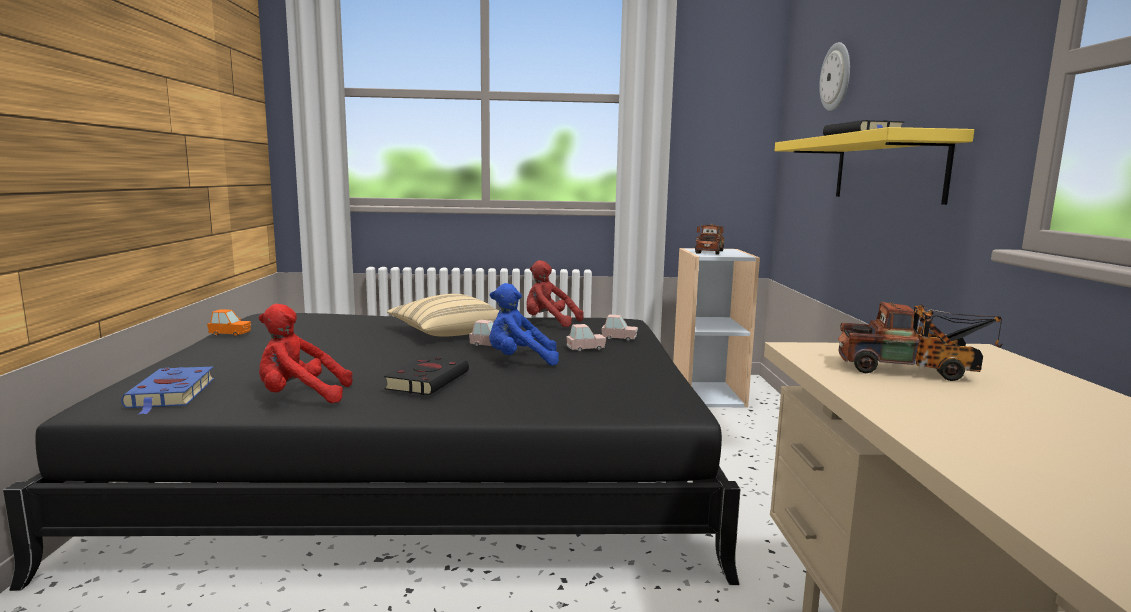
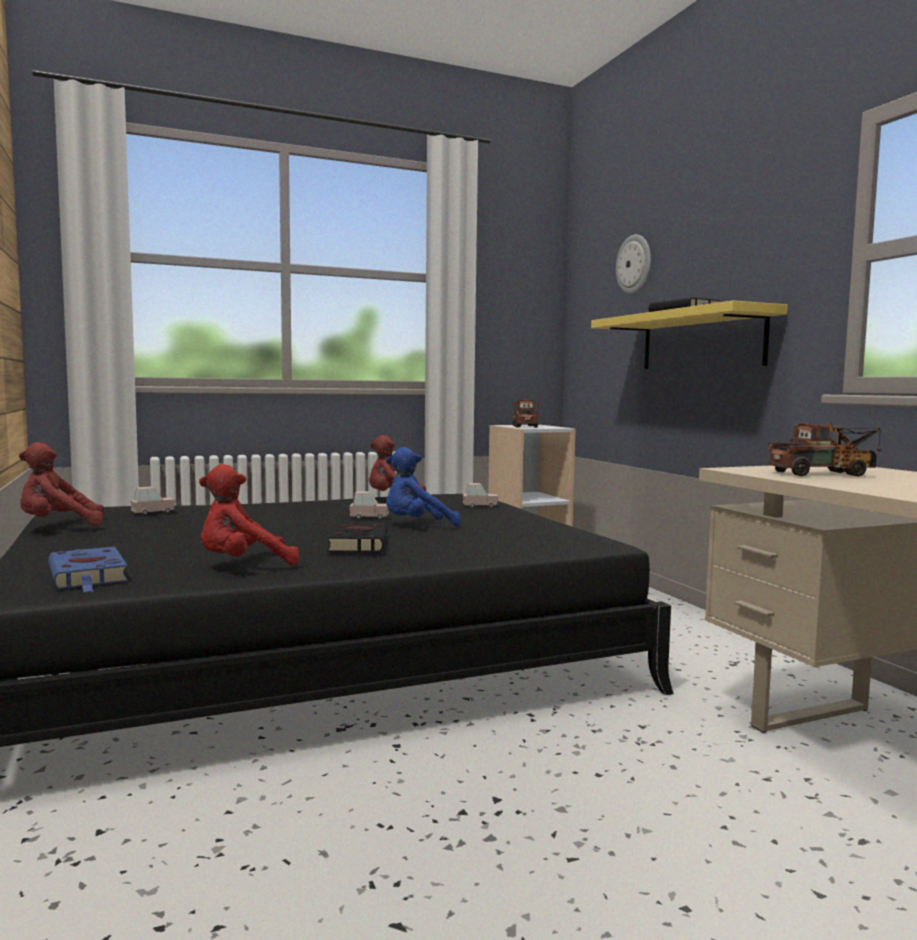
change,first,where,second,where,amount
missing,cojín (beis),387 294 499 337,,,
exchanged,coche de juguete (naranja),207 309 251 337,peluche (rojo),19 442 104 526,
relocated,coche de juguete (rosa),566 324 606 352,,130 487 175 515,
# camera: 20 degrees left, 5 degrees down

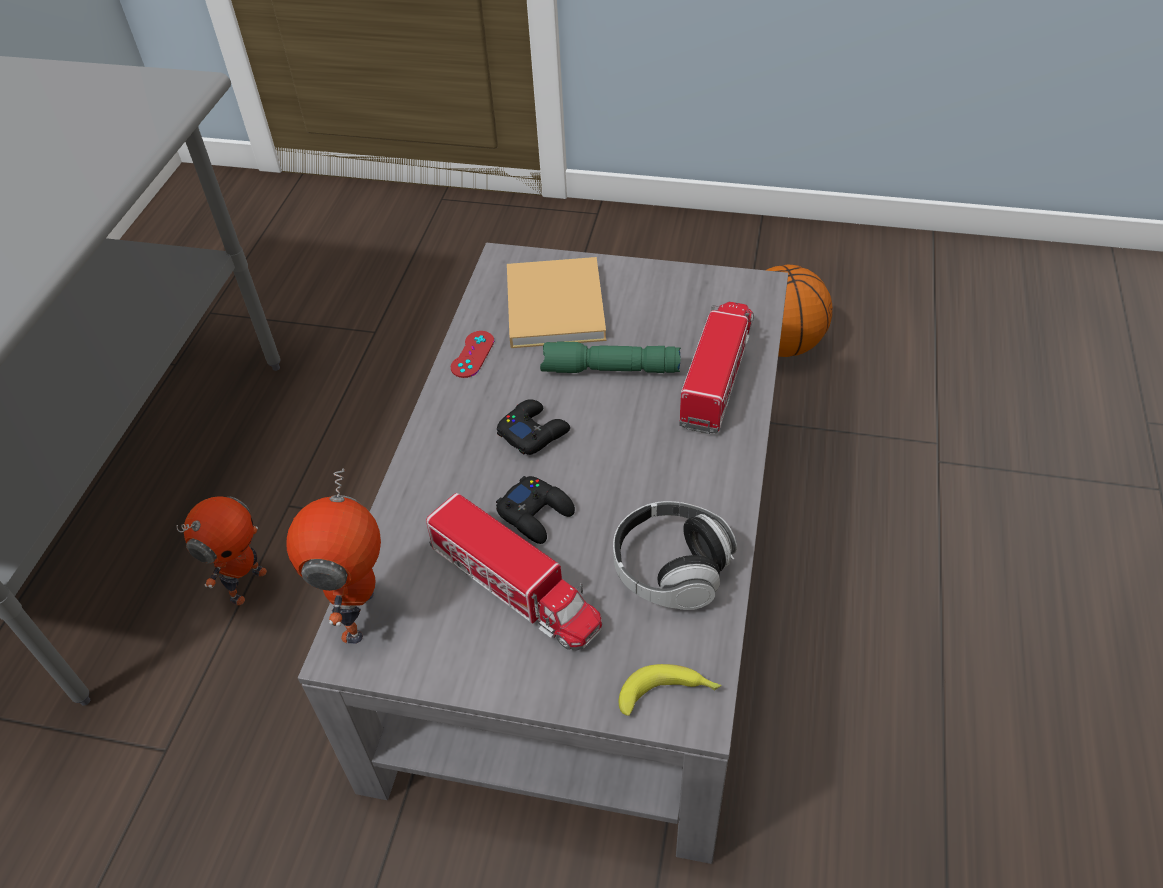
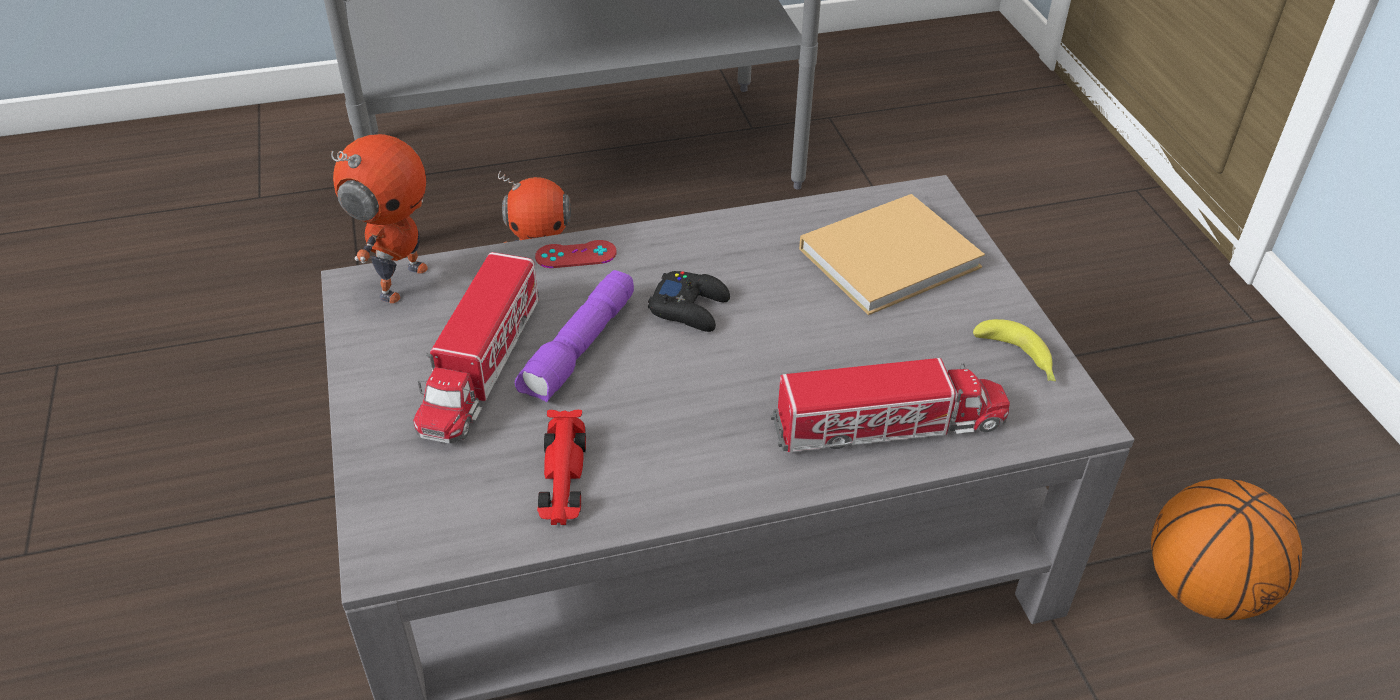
change,first,where,second,where,amount
relocated,mando de consola (rojo),451 331 494 378,,535 240 617 268,
missing,linterna (verde),540 341 681 373,,,
spun,robot de juguete,286 469 381 644,,331 134 428 303,135 degrees clockwise
exchanged,mando de consola (negro),496 476 575 544,linterna (morado),515 270 634 403,
exchanged,auriculares,613 501 737 610,coche de juguete (rojo),537 410 586 525,
relocated,plátano,619 664 722 716,,973 319 1056 381,
# camera: 60 degrees right, 5 degrees down

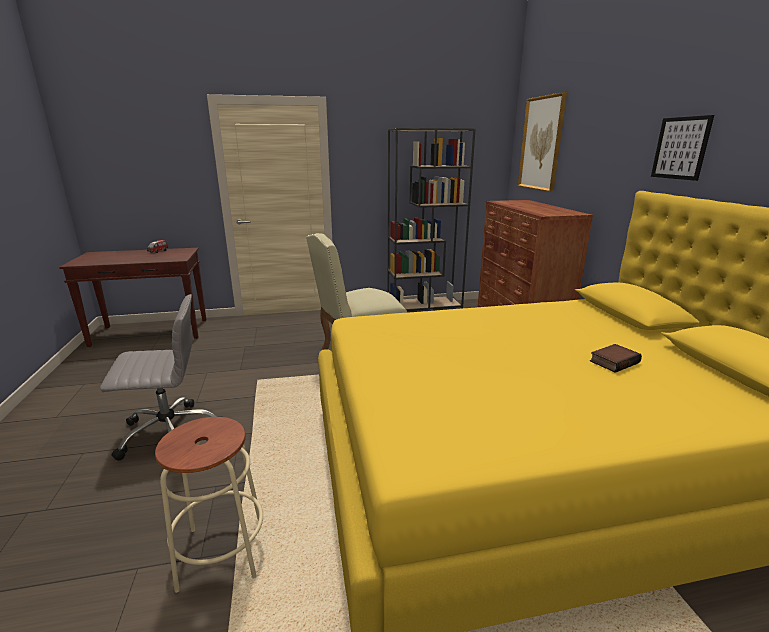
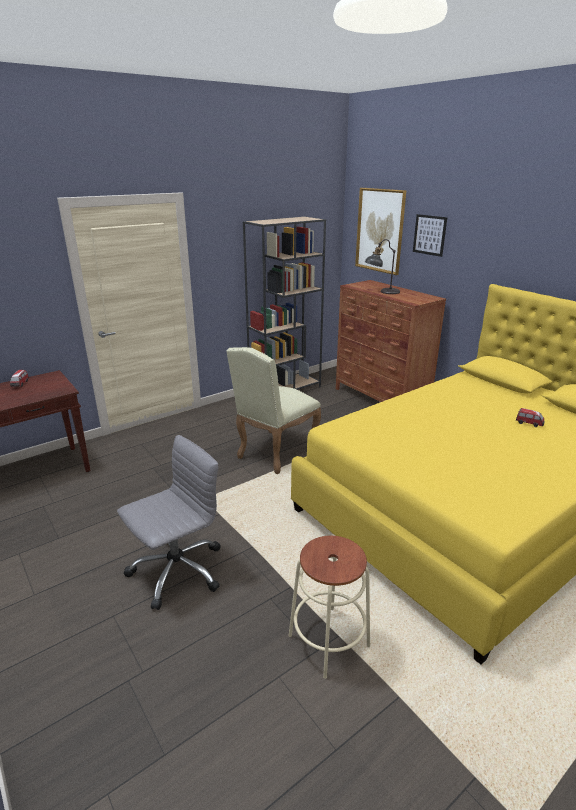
change,first,where,second,where,amount
relocated,cuadro,651 115 714 181,,413 214 447 257,
exchanged,libro,590 344 642 373,coche de juguete,516 408 545 427,
appeared,,,lámpara de mesa (gris),365 239 400 294,
# camera: 25 degrees left, 5 degrees up

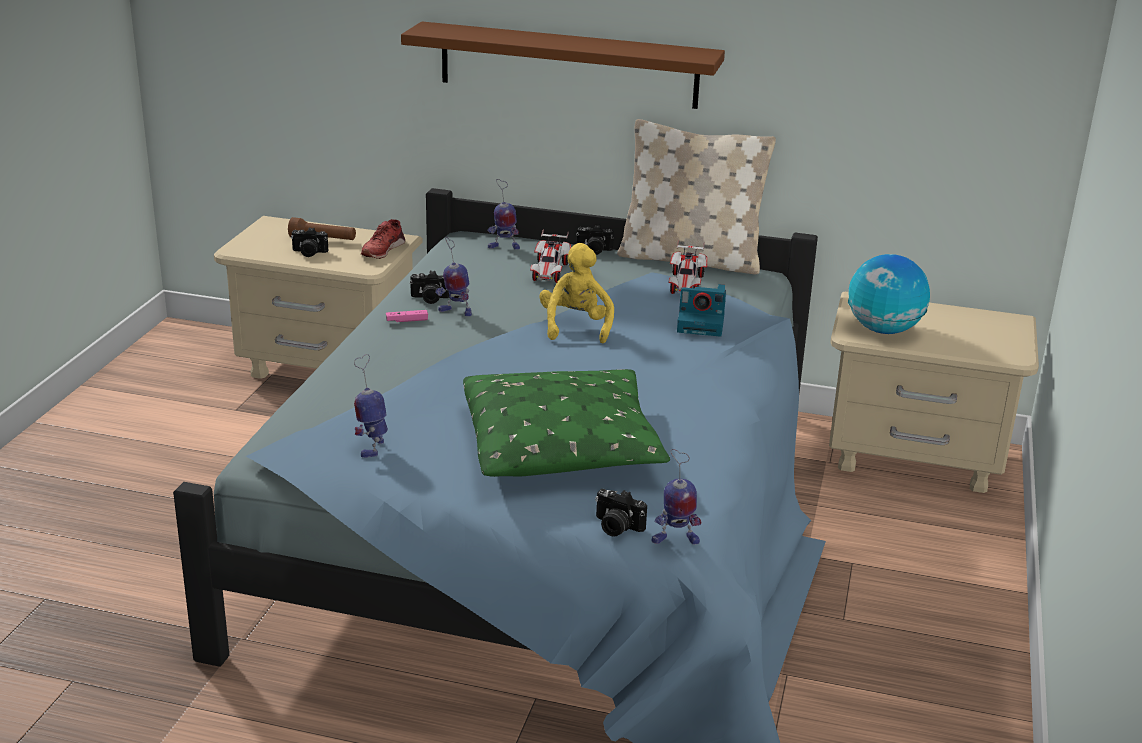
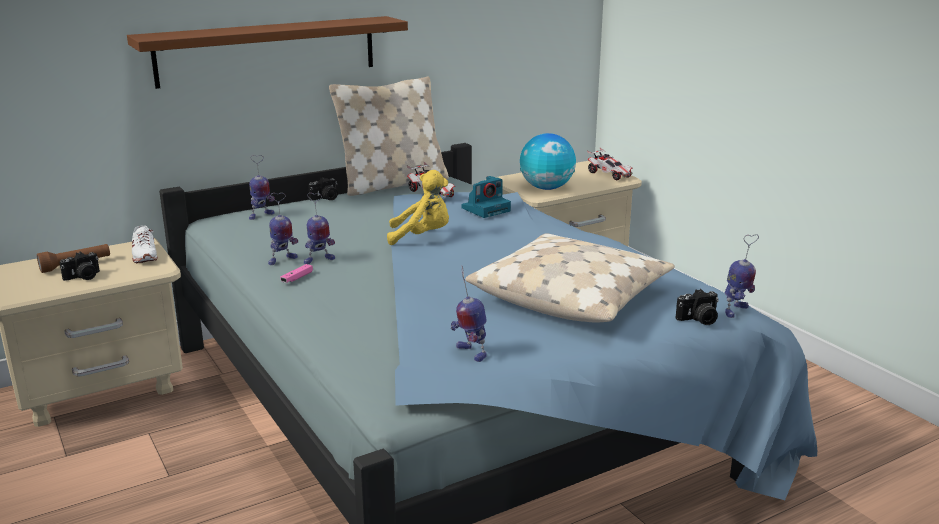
change,first,where,second,where,amount
colour,zapato (rojo),361 219 405 259,zapato (blanco),132 225 158 264,
relocated,coche de juguete,530 229 571 283,,587 147 633 180,
spun,peluche (amarillo),539 243 614 344,,387 170 449 245,135 degrees clockwise
exchanged,cámara,410 270 449 304,robot de juguete,268 193 298 265,
colour,cojín (verde),463 369 670 477,cojín (beis),465 233 675 322,
# camera: 45 degrees left, 5 degrees down

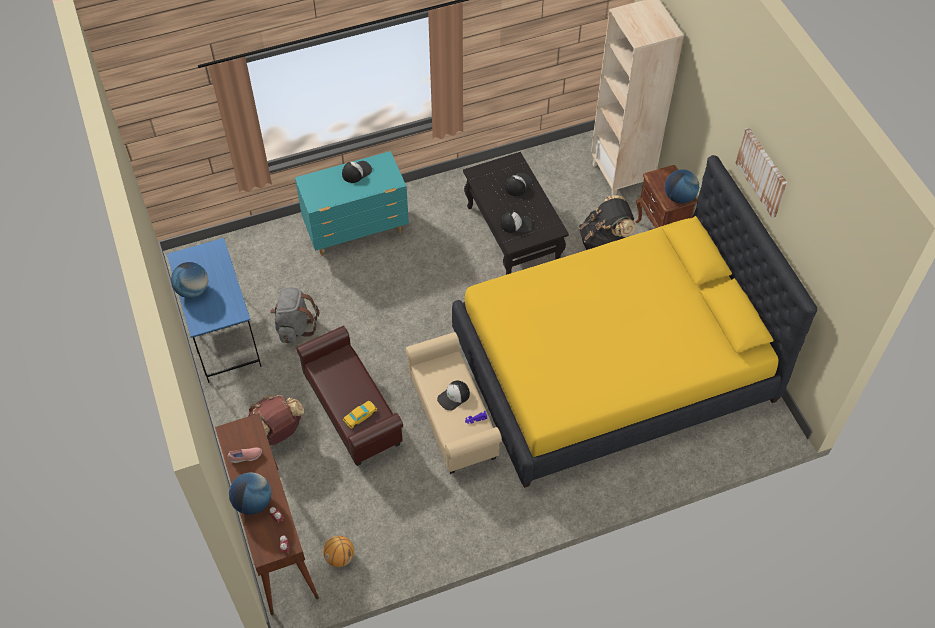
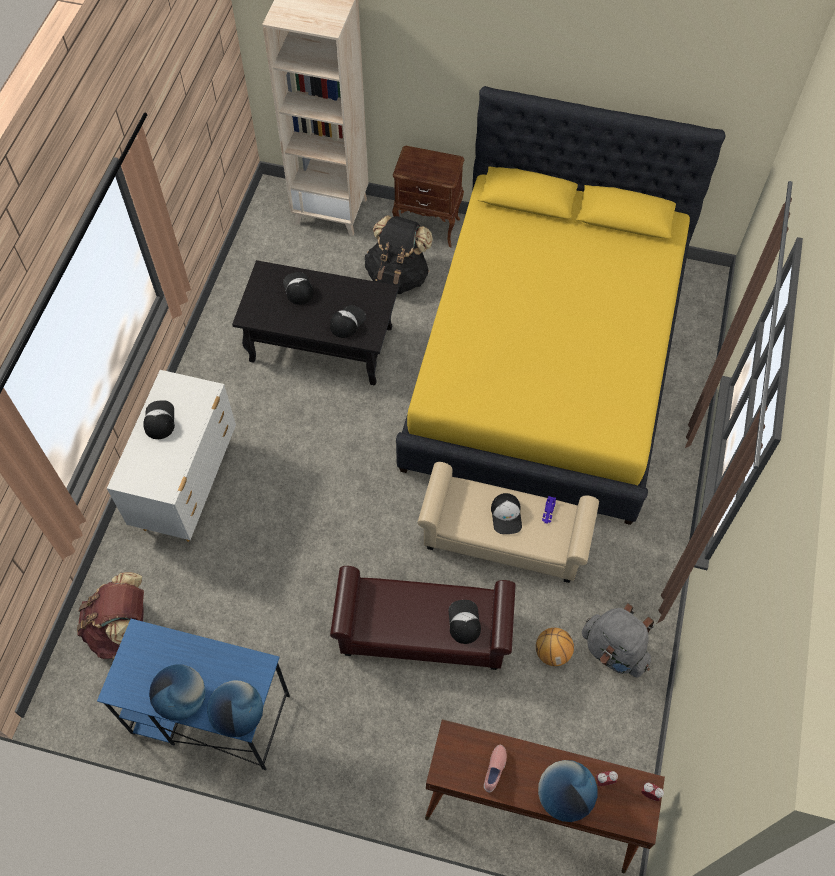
change,first,where,second,where,amount
missing,cuadro,735 128 787 218,,,
colour,cómoda (turquesa),295 151 409 256,cómoda (blanco),107 370 236 542,
relocated,globo terráqueo,665 169 699 204,,207 681 263 737,
relocated,mochila (gris),270 287 319 343,,582 603 654 677,
relocated,mochila (marrón),248 395 304 445,,77 572 144 659,
exchanged,coche de juguete (amarillo),343 401 377 429,gorra,449 600 481 644,
relocated,balón de baloncesto,323 536 354 567,,536 628 574 666,
# camera: 55 degrees left, 5 degrees up

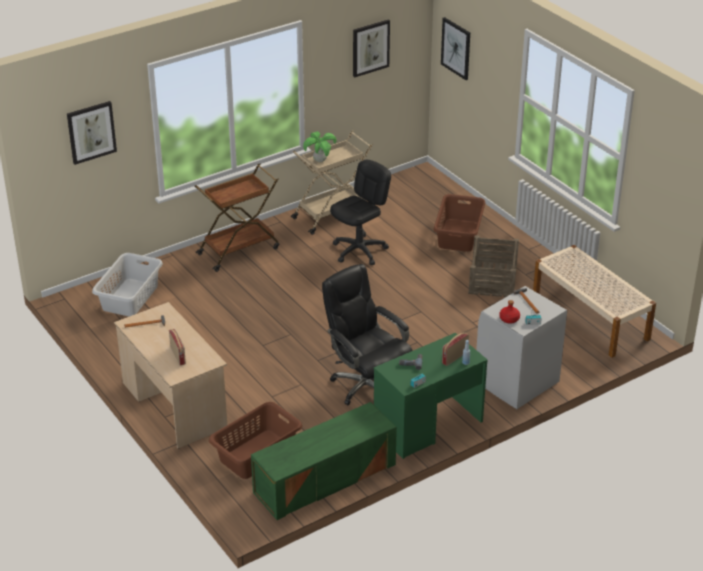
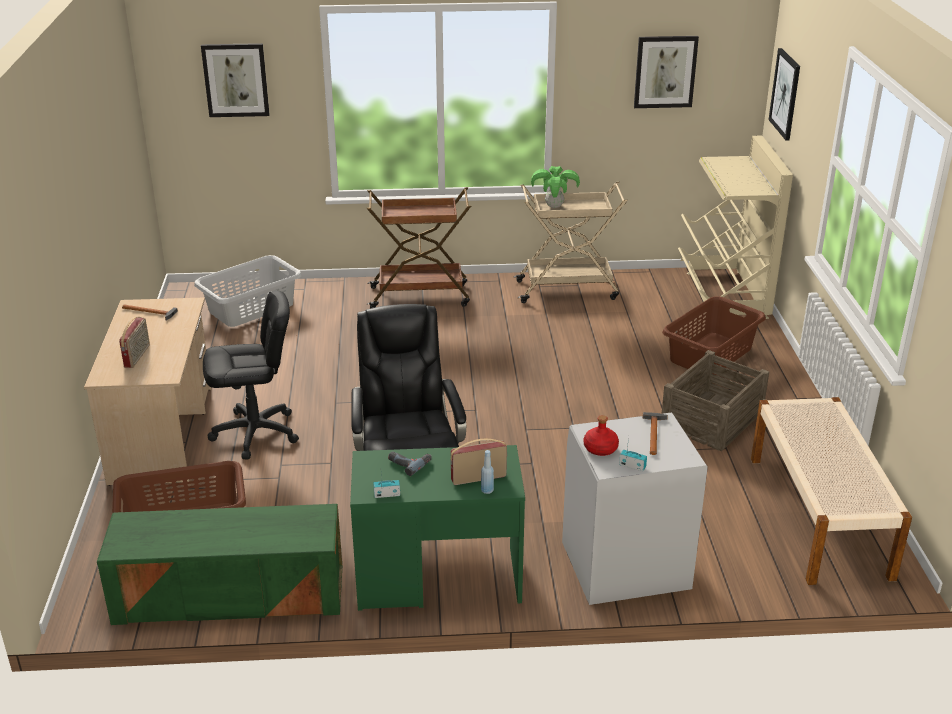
change,first,where,second,where,amount
relocated,silla de oficina (negro),330 160 391 265,,203 291 299 459,
appeared,,,zapatero (beis),678 136 793 319,
# camera: 30 degrees right, 5 degrees down

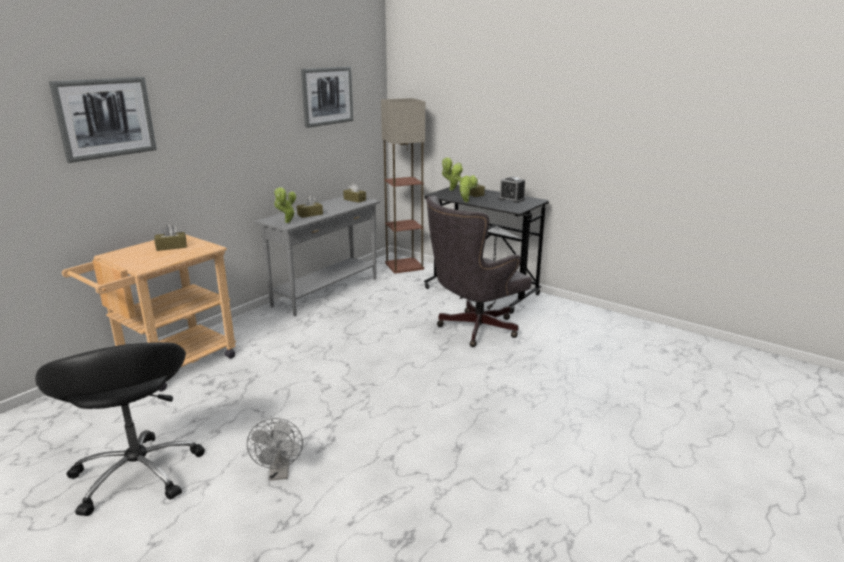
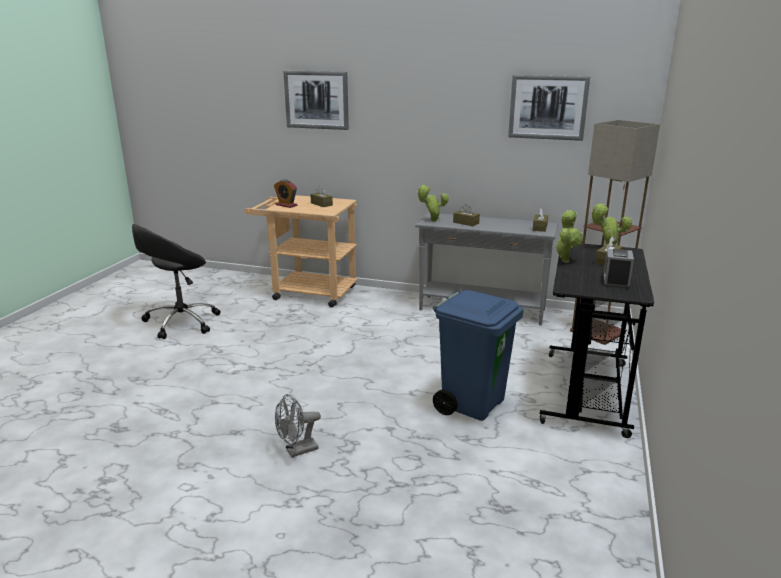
change,first,where,second,where,amount
exchanged,silla de oficina (gris),426 196 532 347,papelera (azul),433 290 523 421,
relocated,ventilador (gris),247 418 303 481,,275 394 321 458,
appeared,,,despertador,274 179 297 208,
# camera: 70 degrees right, 0 degrees up

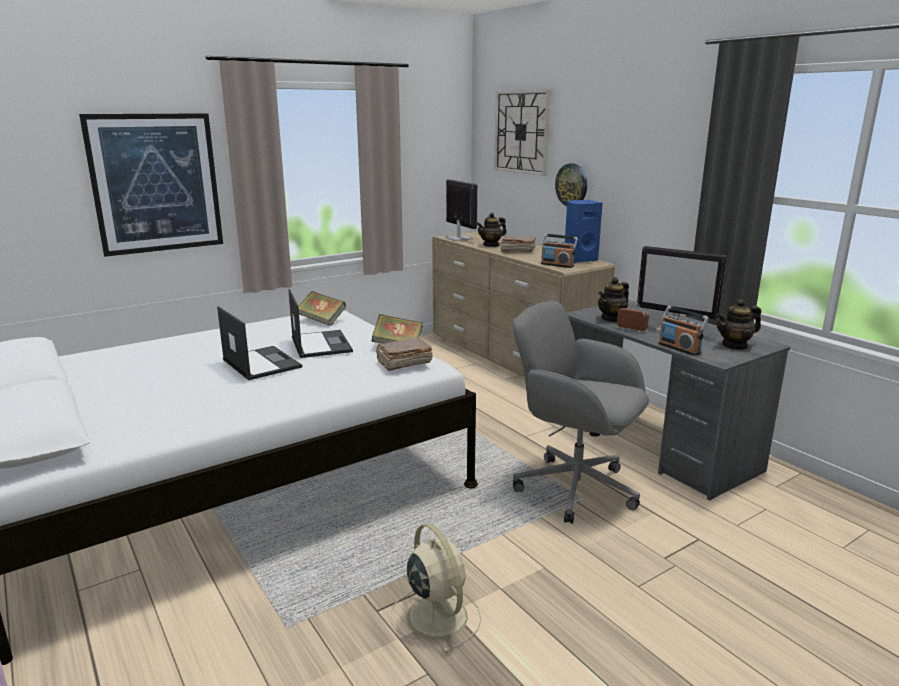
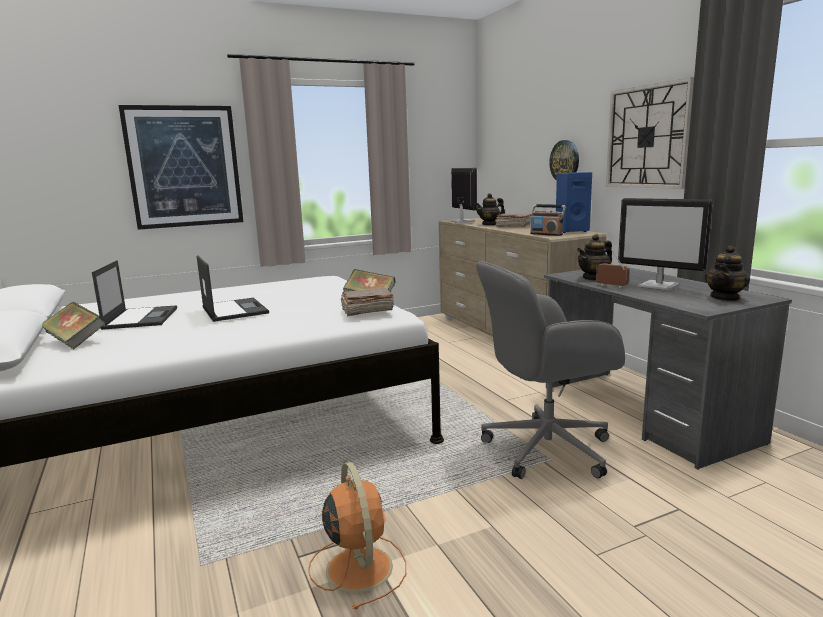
change,first,where,second,where,amount
relocated,reloj de pared,494 89 551 176,,606 77 694 189,
relocated,portátil,288 289 353 358,,92 260 177 330,
relocated,libro,298 291 346 326,,42 302 106 349,
spun,tetera,716 299 761 350,,705 245 750 301,45 degrees counterclockwise
spun,silla de oficina (gris),513 300 649 524,,476 261 625 479,60 degrees counterclockwise
missing,radio,658 306 709 356,,,
colour,ventilador (beis),390 524 481 653,ventilador (naranja),308 462 406 609,
# camera: 10 degrees right, 5 degrees down

